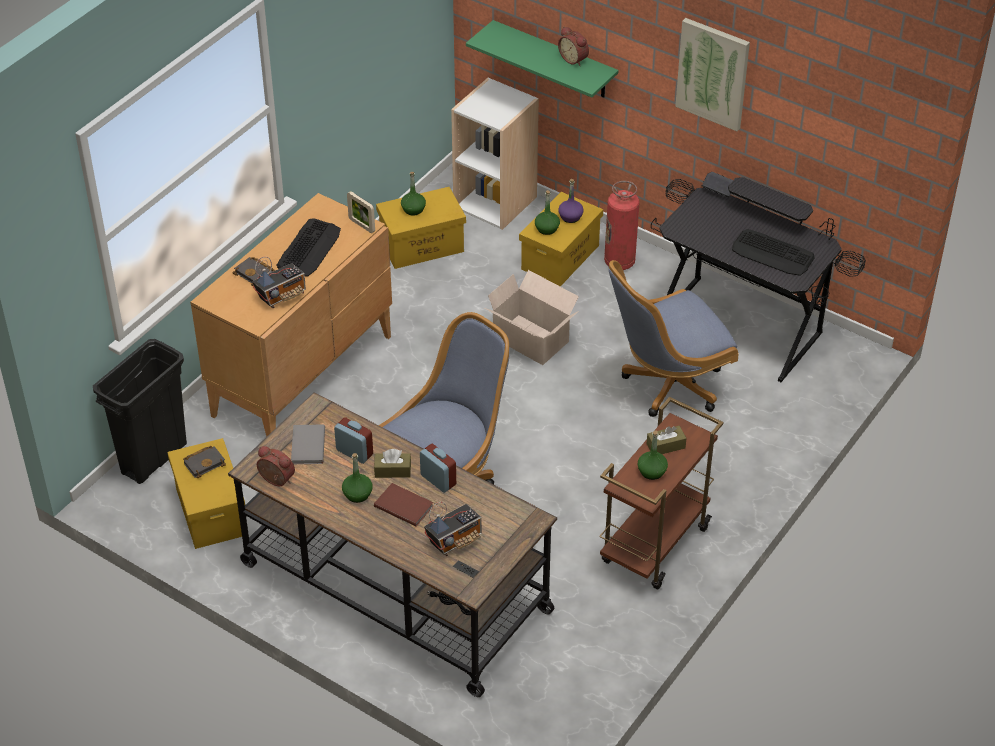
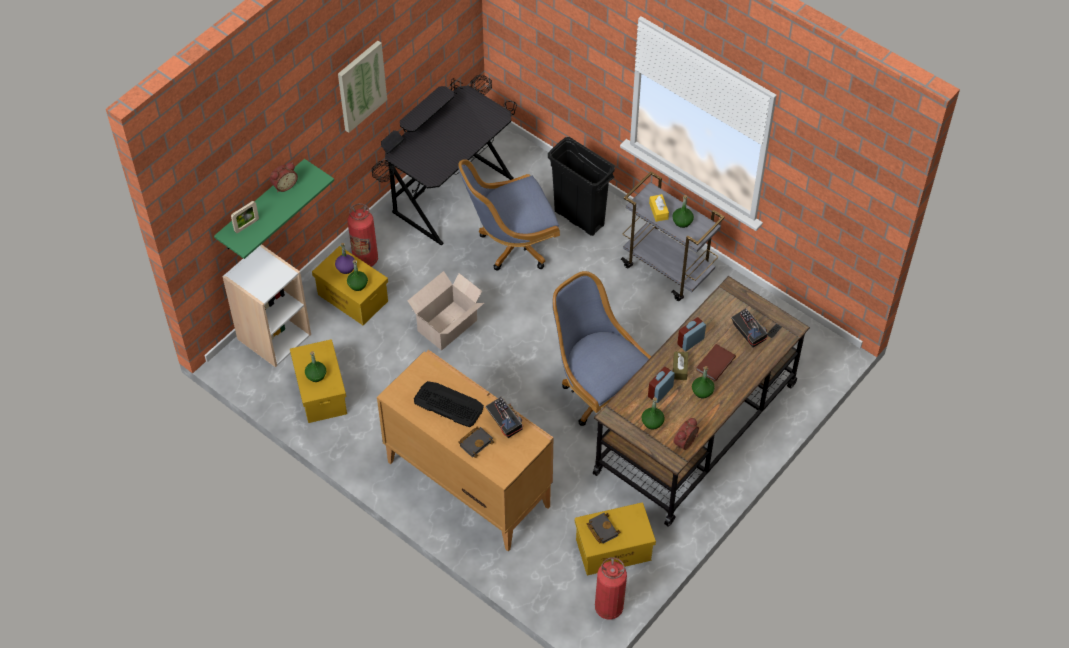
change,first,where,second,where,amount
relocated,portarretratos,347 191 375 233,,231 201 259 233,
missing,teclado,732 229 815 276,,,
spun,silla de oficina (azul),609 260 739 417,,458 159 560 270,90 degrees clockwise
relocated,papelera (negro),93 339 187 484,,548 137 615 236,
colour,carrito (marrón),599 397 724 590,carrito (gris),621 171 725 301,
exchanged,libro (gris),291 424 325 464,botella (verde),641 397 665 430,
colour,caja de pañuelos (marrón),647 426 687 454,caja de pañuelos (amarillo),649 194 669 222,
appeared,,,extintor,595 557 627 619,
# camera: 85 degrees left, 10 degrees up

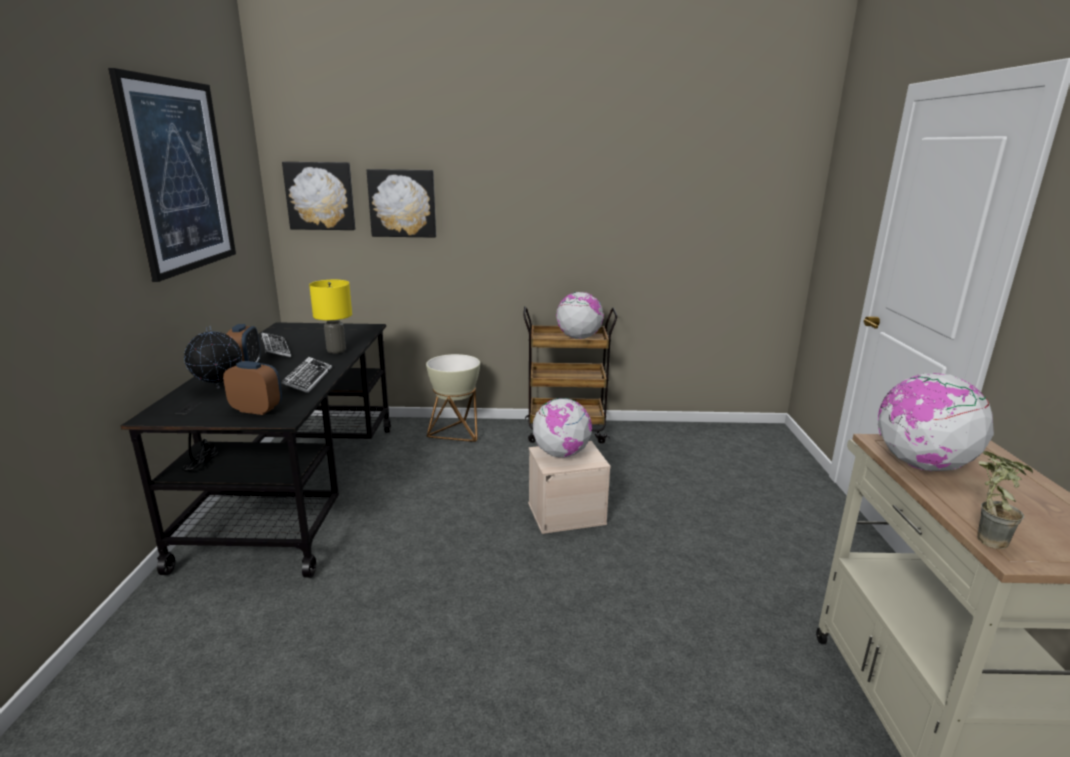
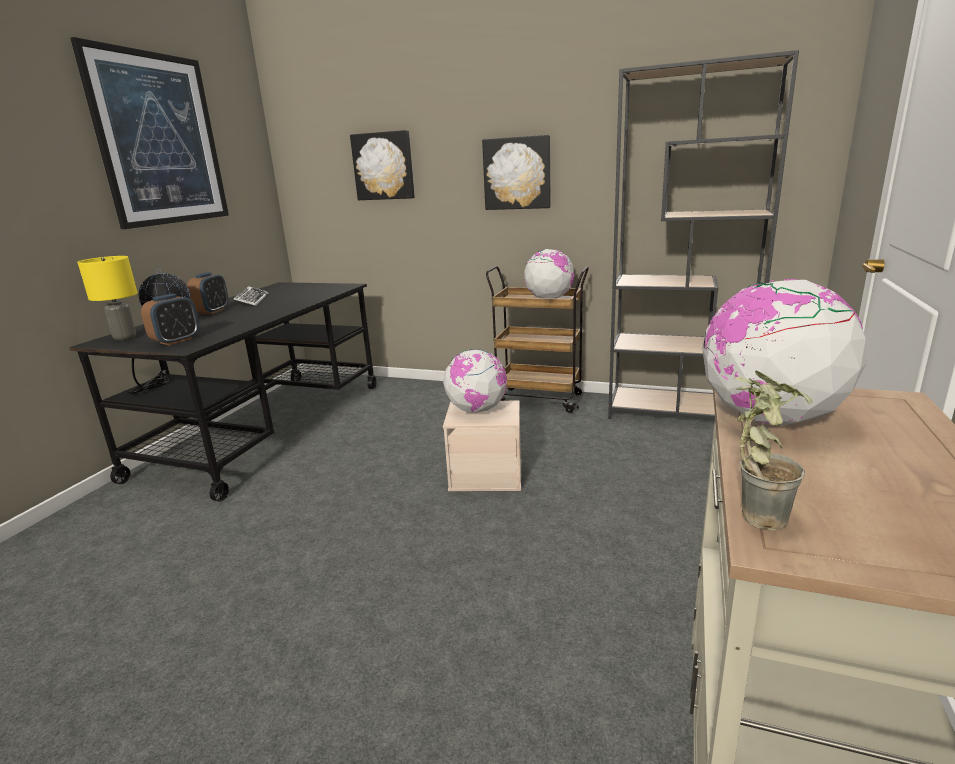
change,first,where,second,where,amount
relocated,cuadro,282 162 355 230,,482 135 550 210,
relocated,lámpara de mesa (amarillo),309 280 352 354,,77 256 138 340,
missing,maceta,426 354 480 442,,,
missing,teclado,281 357 332 393,,,
spun,despertador,223 361 282 415,,141 294 199 345,90 degrees clockwise
appeared,,,estantería,608 50 799 419,
# camera: 20 degrees right, 0 degrees up

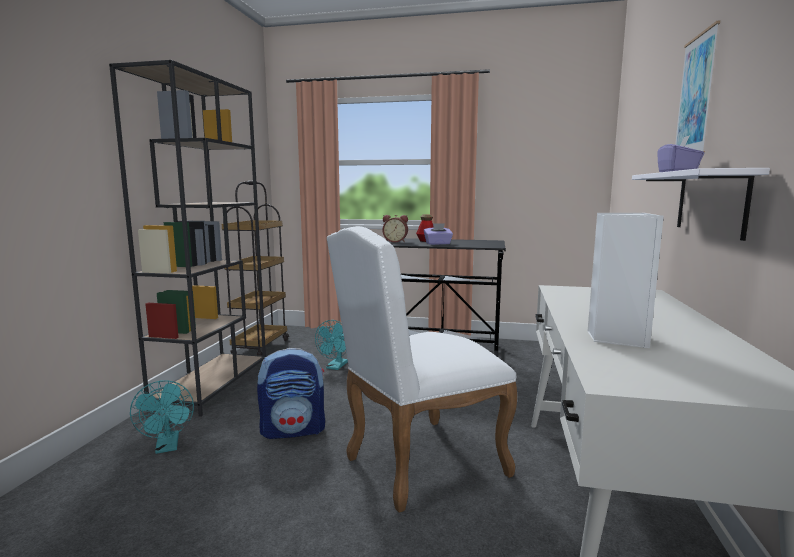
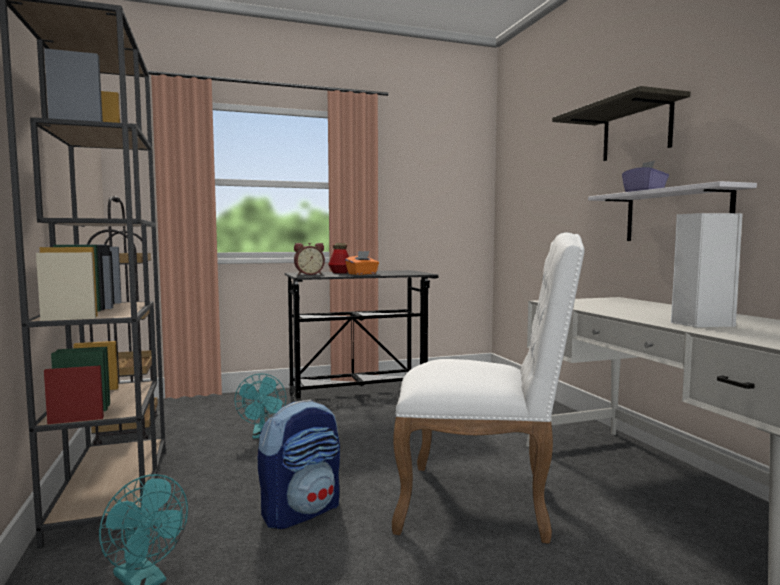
change,first,where,second,where,amount
exchanged,cuadro,675 21 720 152,estante,552 86 690 161,
colour,caja de pañuelos (morado),424 223 453 245,caja de pañuelos (naranja),345 251 379 275,
spun,silla (blanco),327 226 517 513,,392 232 585 544,105 degrees counterclockwise
# camera: 30 degrees left, 5 degrees down

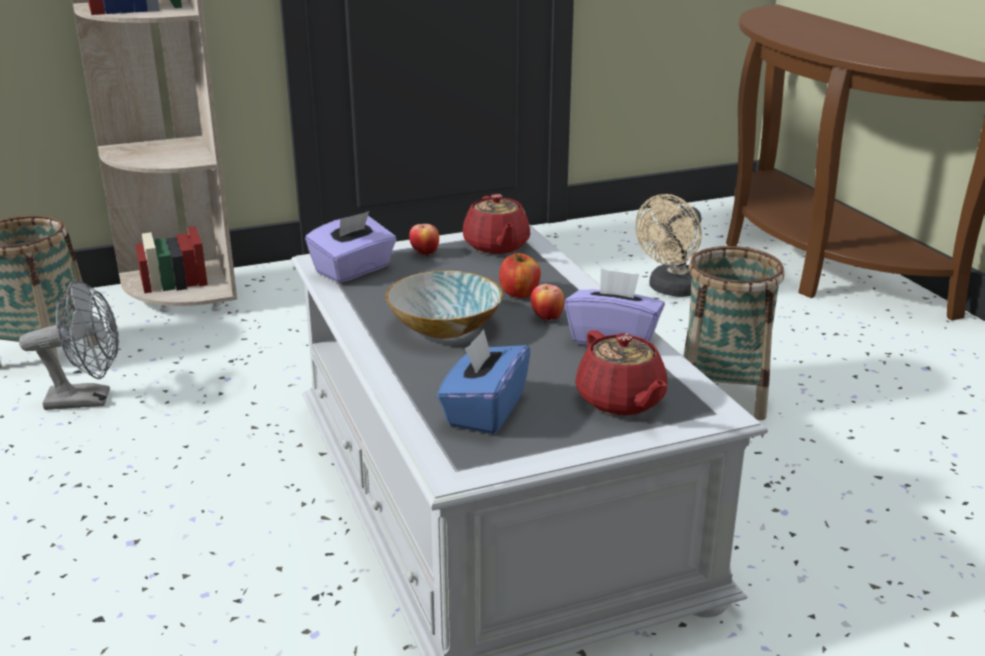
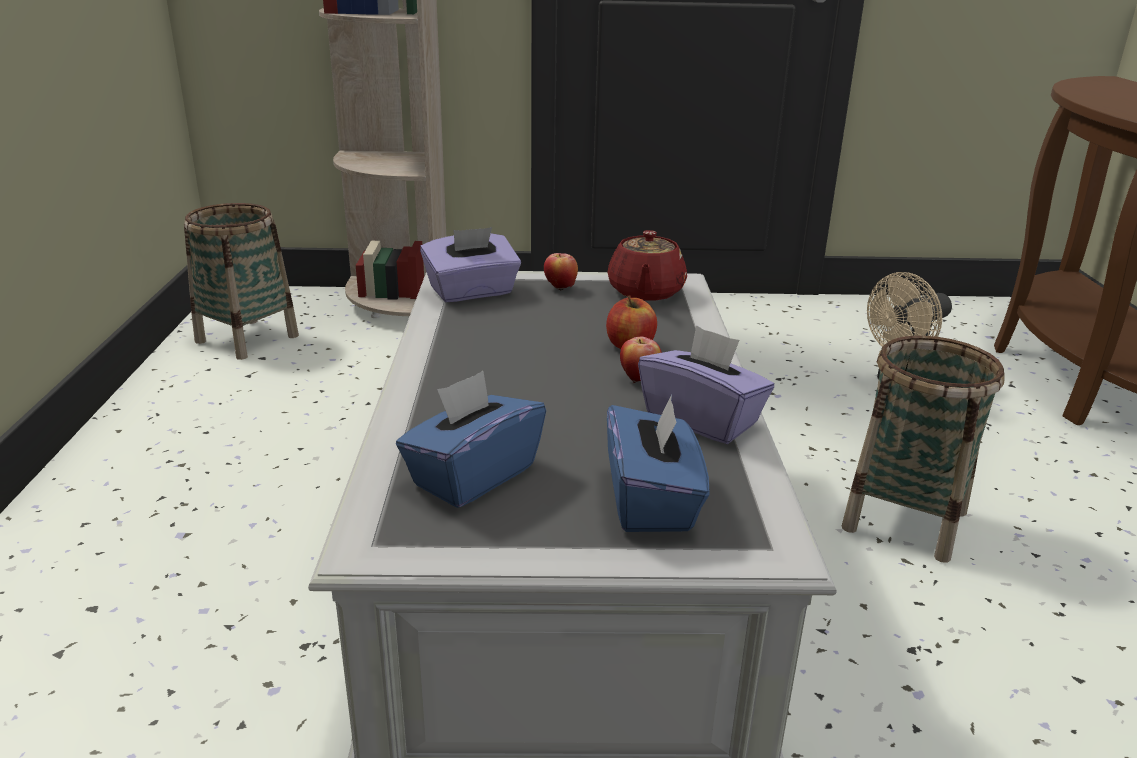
change,first,where,second,where,amount
missing,cuenco,385 271 503 339,,,
missing,ventilador (gris),19 279 119 410,,,
exchanged,tetera (rojo),575 330 667 415,caja de pañuelos (azul),607 394 709 532,
# camera: 20 degrees right, 0 degrees up

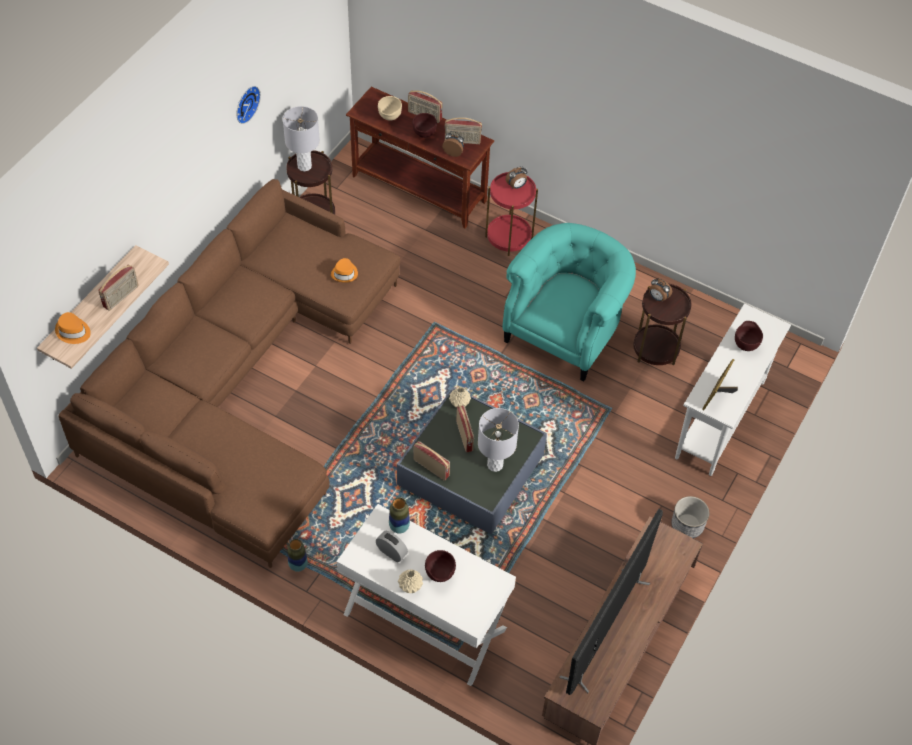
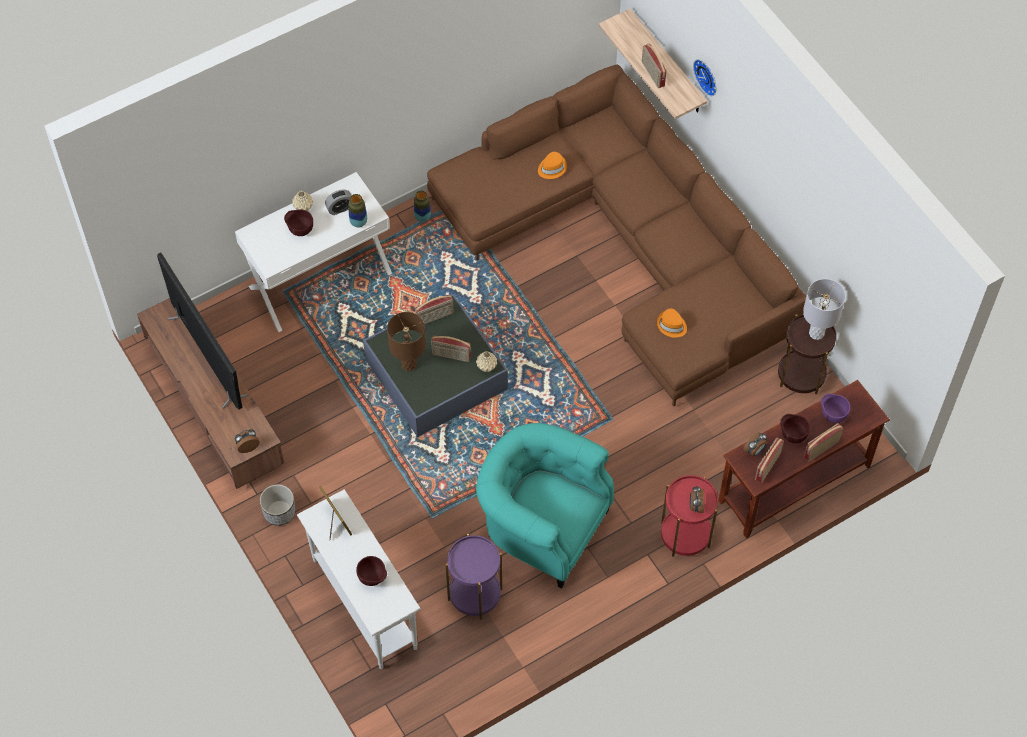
change,first,where,second,where,amount
relocated,reloj de pared,236 86 261 124,,693 59 716 96,
colour,cuenco (beis),378 96 402 121,cuenco (morado),821 394 850 423,
spun,sillón (turquesa),502 223 636 382,,476 423 614 589,150 degrees clockwise
relocated,despertador,649 278 672 302,,235 429 260 453,
colour,mesa auxiliar (marrón),633 284 692 365,mesa auxiliar (morado),445 534 502 620,
relocated,sombrero (naranja),55 312 91 344,,538 152 567 179,
colour,lámpara de mesa (gris),478 408 519 472,lámpara de mesa (marrón),387 312 426 371,
# camera: 120 degrees right, 5 degrees up

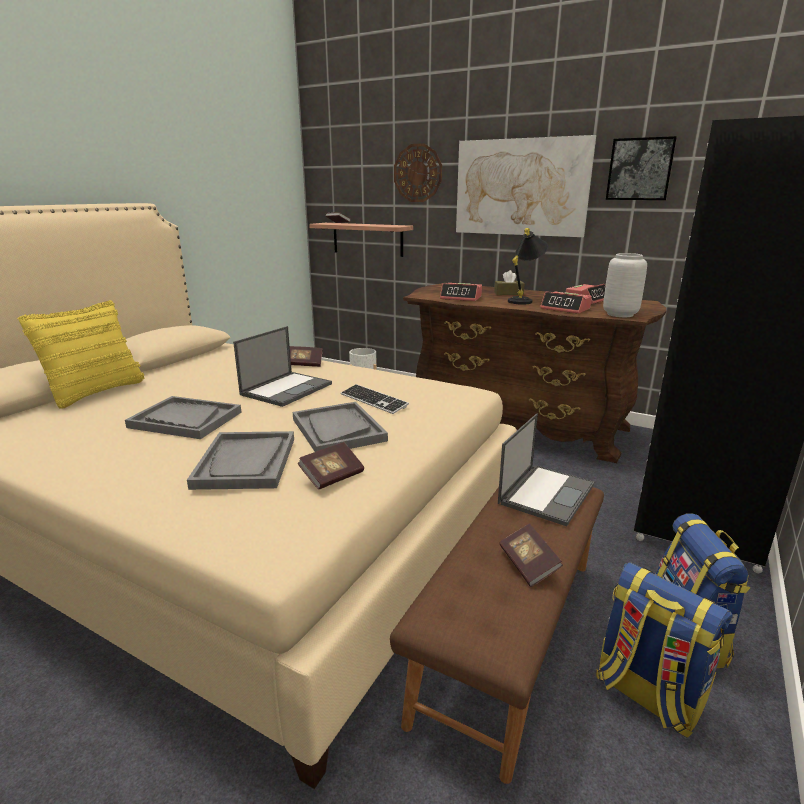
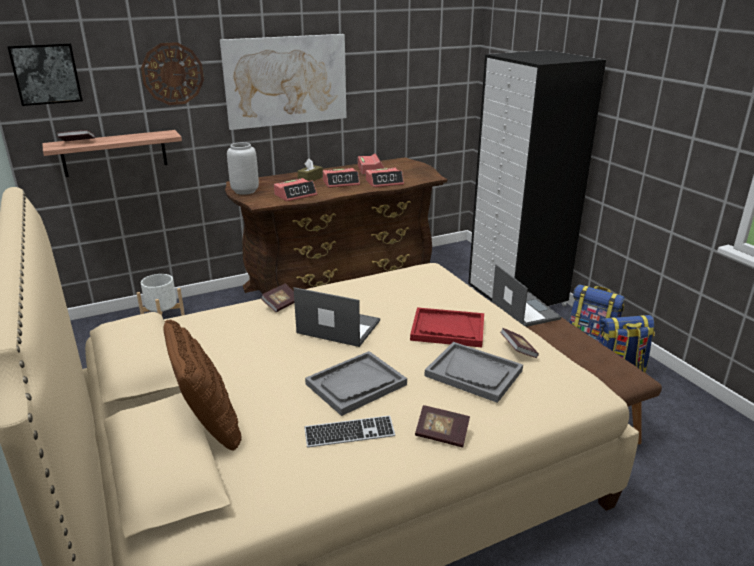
change,first,where,second,where,amount
relocated,cuadro,606 136 677 200,,7 43 83 106,
exchanged,lámpara de mesa (negro),508 228 548 305,despertador,323 168 360 188,
relocated,florero (gris),603 253 647 317,,227 142 259 195,
colour,cojín (amarillo),18 300 144 409,cojín (marrón),163 319 242 451,
spun,portátil,233 326 332 407,,293 287 380 347,45 degrees counterclockwise
relocated,teclado,341 384 409 414,,304 415 395 448,
colour,bandeja (gris),293 402 388 452,bandeja (rojo),410 307 484 347,
relocated,libro,499 524 563 587,,415 405 470 447,
# camera: 55 degrees left, 5 degrees up

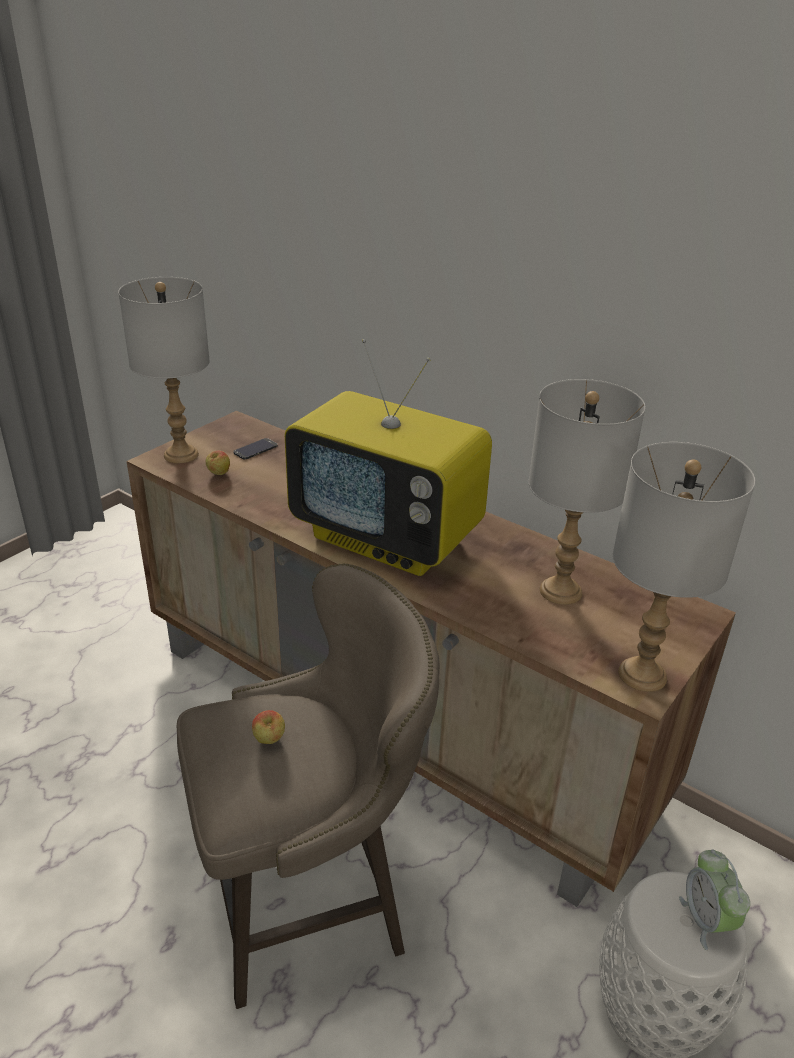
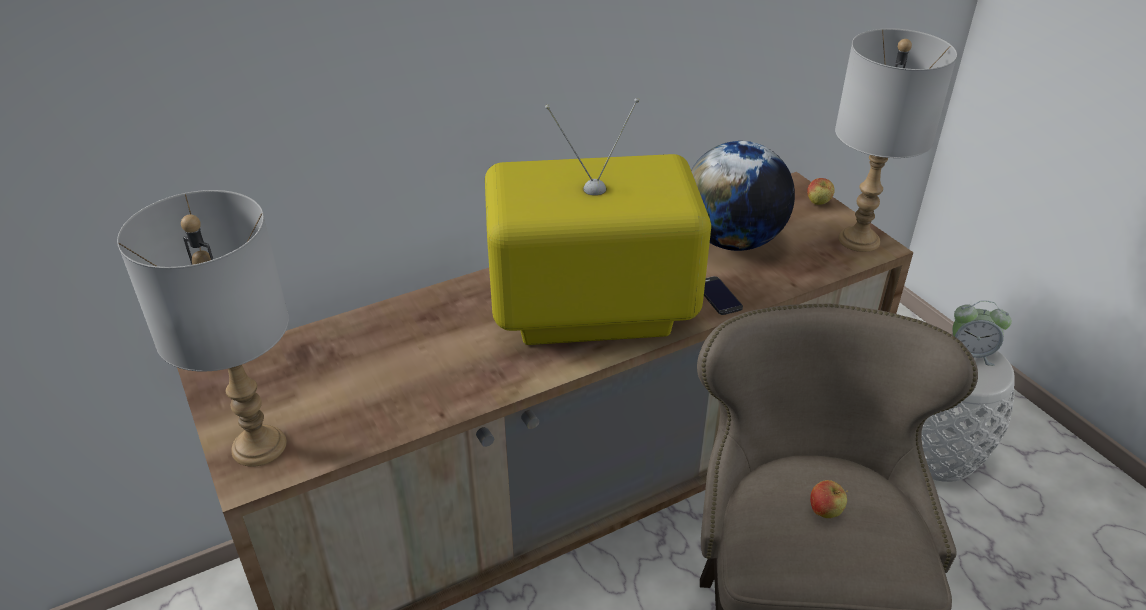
change,first,where,second,where,amount
spun,televisor,285 339 492 576,,485 98 711 345,150 degrees counterclockwise
exchanged,lámpara de mesa (gris),529 379 646 605,globo terráqueo,691 141 795 251,
relocated,móvil,233 438 277 459,,704 276 743 315,
relocated,manzana,206 451 230 475,,807 178 835 205,
# camera: 65 degrees left, 5 degrees up

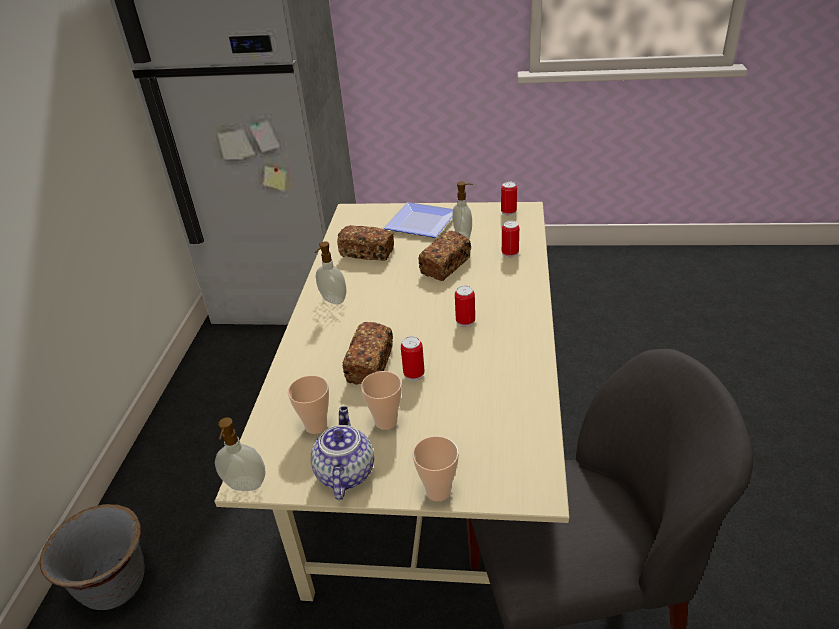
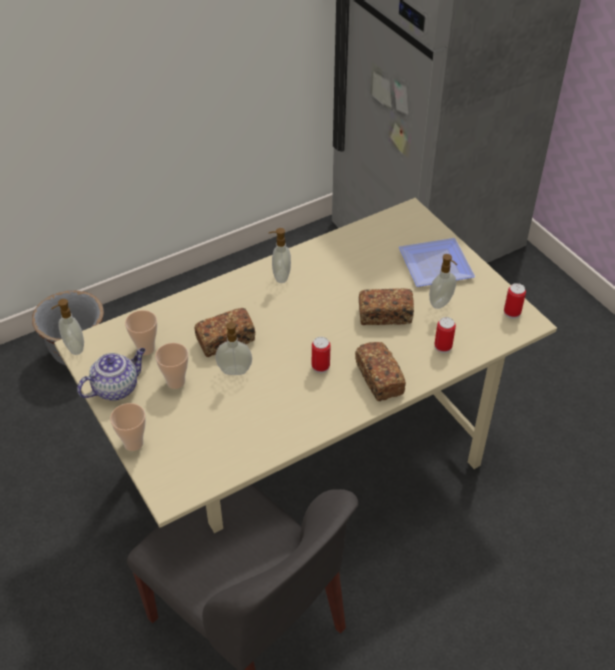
change,first,where,second,where,amount
relocated,pan,337 225 394 261,,355 342 406 401,
exchanged,lata,401 336 425 381,dispensador de jabón,215 318 252 375,
# camera: 50 degrees right, 10 degrees up

